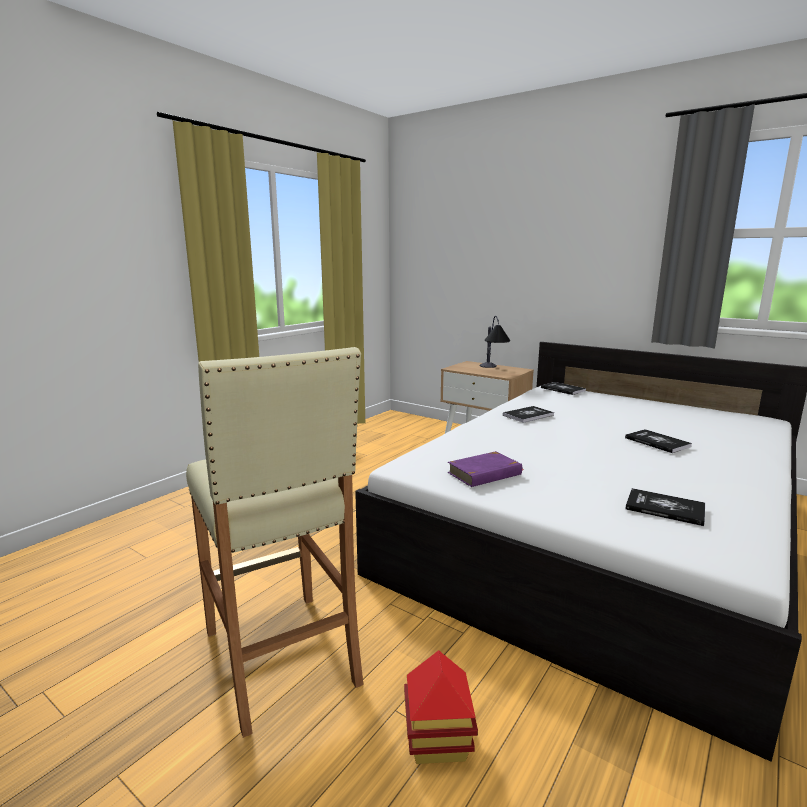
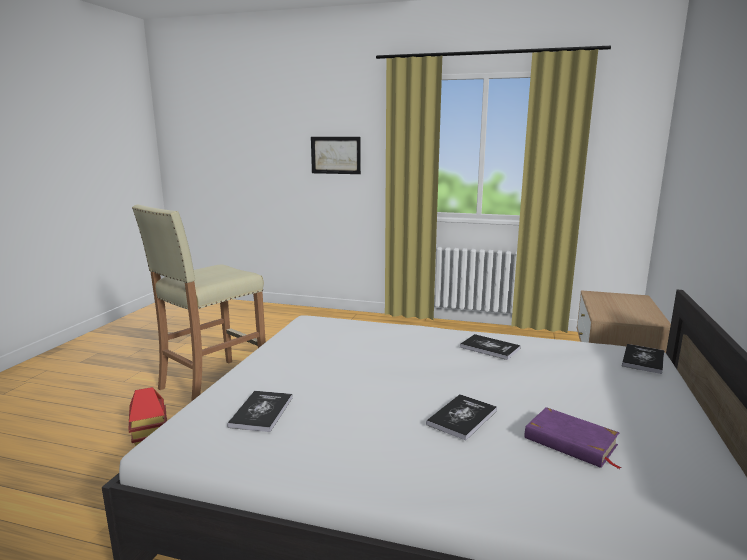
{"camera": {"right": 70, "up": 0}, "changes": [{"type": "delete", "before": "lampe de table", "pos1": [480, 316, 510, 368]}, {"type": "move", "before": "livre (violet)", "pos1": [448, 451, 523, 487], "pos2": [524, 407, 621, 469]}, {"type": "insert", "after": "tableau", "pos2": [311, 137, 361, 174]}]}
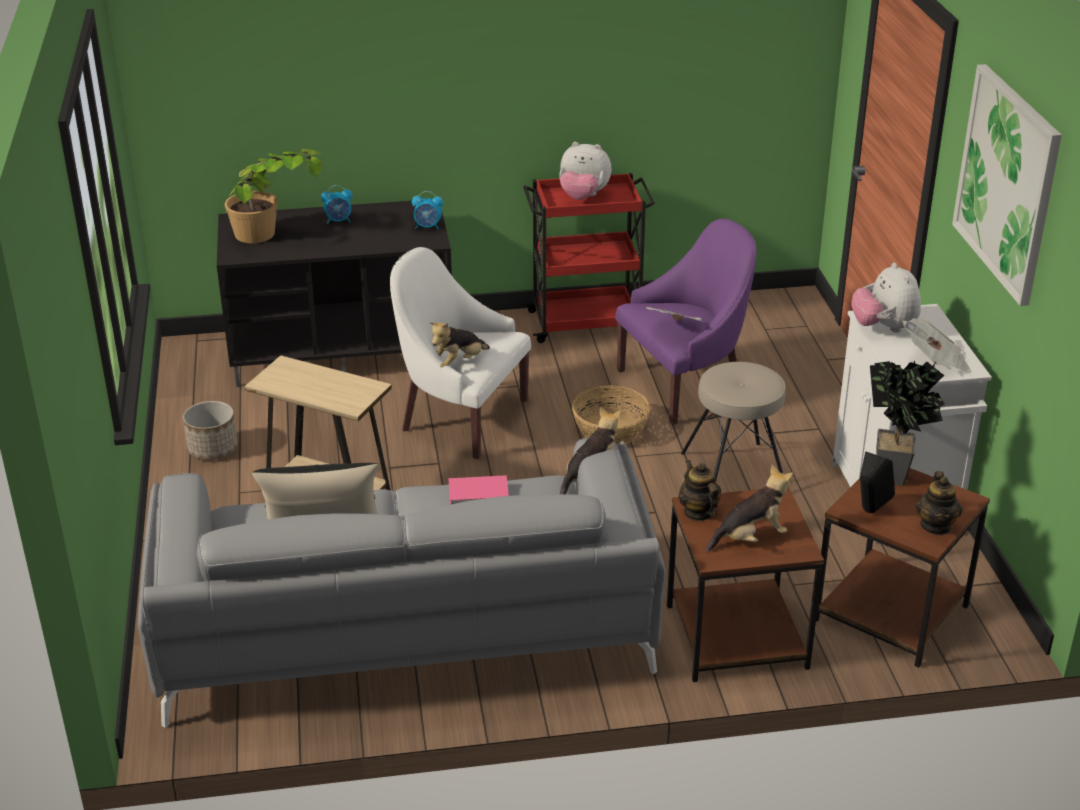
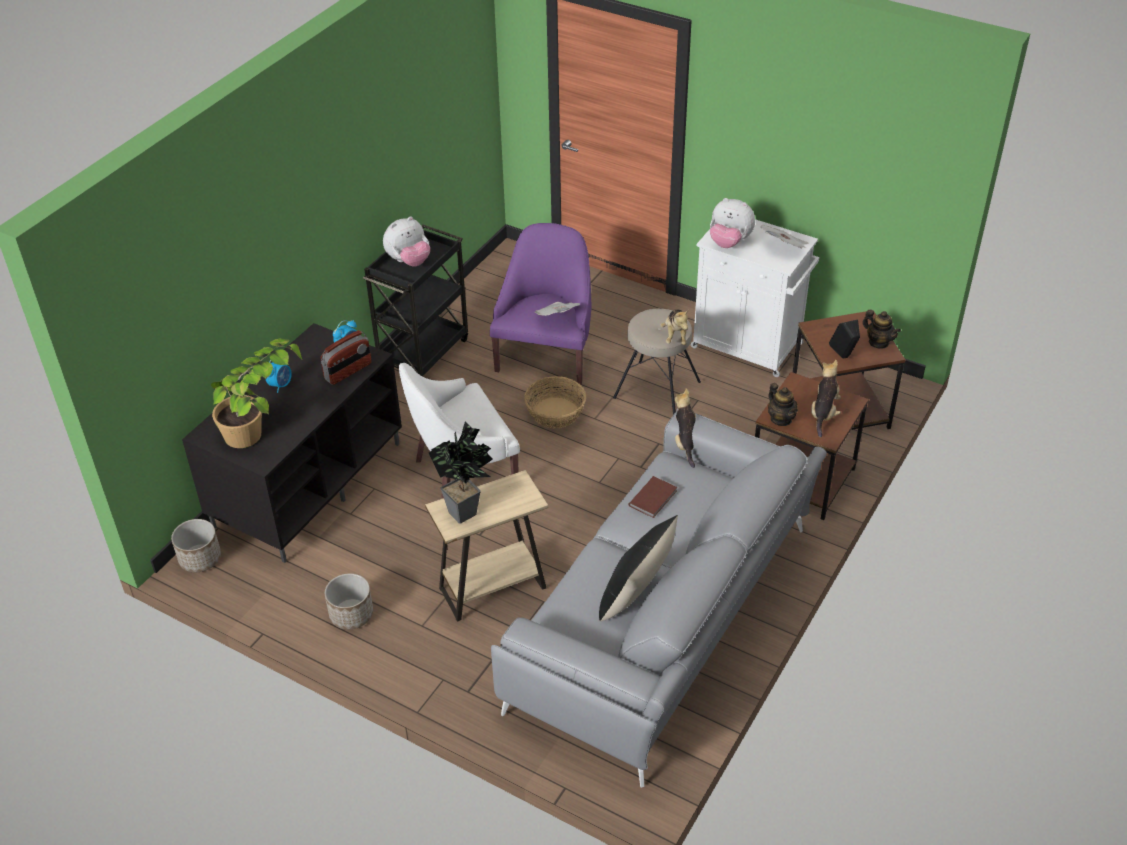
{"camera": {"right": -50, "up": 10}, "changes": [{"type": "delete", "before": "tableau", "pos1": [952, 64, 1062, 306]}, {"type": "recolor", "before": "chariot (rouge)", "after": "chariot (noir)", "pos1": [523, 173, 655, 343], "pos2": [363, 225, 468, 377]}, {"type": "move", "before": "peluche", "pos1": [429, 322, 490, 368], "pos2": [660, 309, 689, 345]}, {"type": "move", "before": "plante en pot", "pos1": [870, 360, 945, 486], "pos2": [429, 421, 493, 524]}, {"type": "rotate", "before": "théière", "pos1": [678, 460, 721, 521], "pos2": [768, 383, 798, 426], "turn": -135}, {"type": "recolor", "before": "livre (rose)", "after": "livre (marron)", "pos1": [448, 475, 509, 504], "pos2": [629, 476, 677, 518]}, {"type": "insert", "after": "radio", "pos2": [321, 330, 371, 385]}, {"type": "insert", "after": "cache-pot", "pos2": [171, 519, 221, 572]}]}
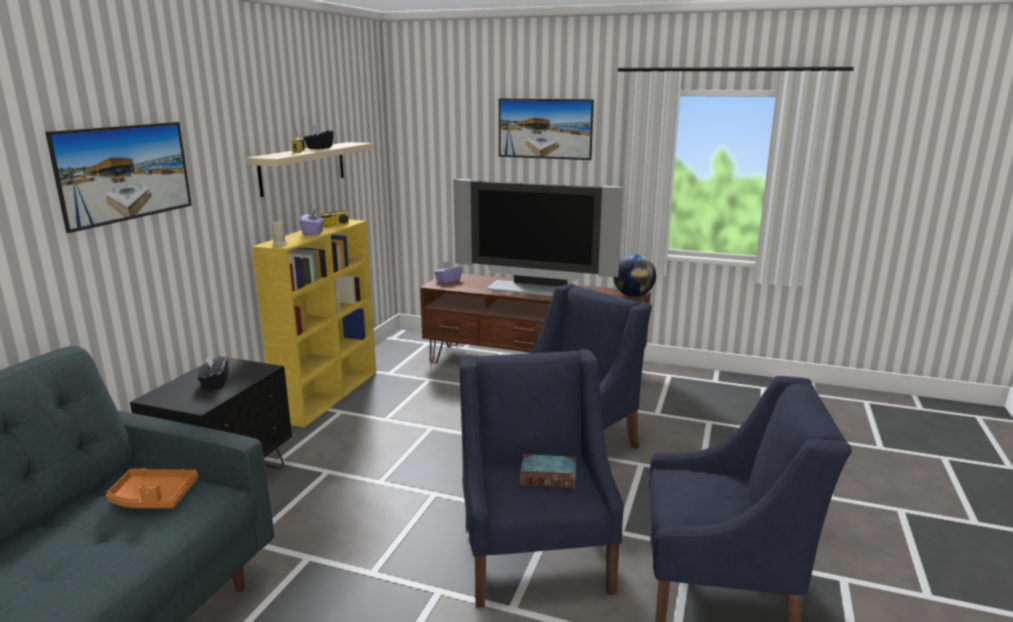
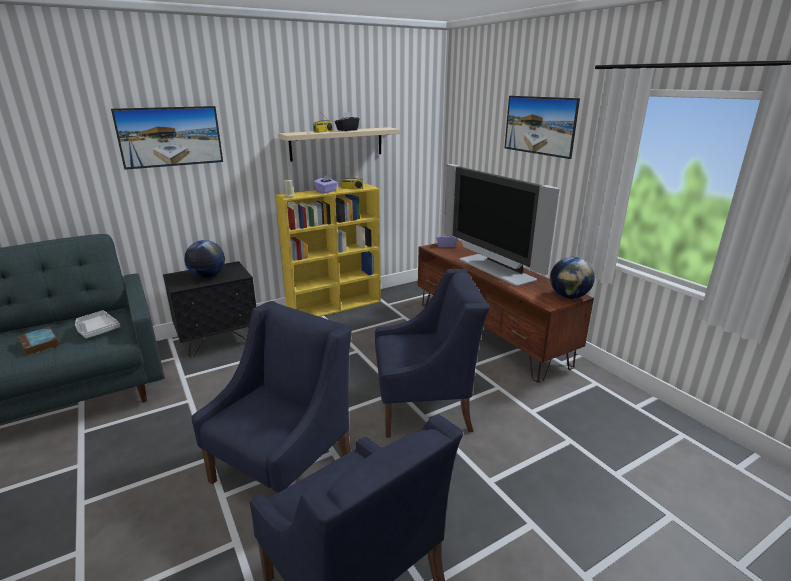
{"camera": {"right": 40, "up": 5}, "changes": [{"type": "replace", "before": "boîte à mouchoirs (noir)", "after": "globe", "pos1": [198, 354, 228, 390], "pos2": [184, 240, 225, 278]}, {"type": "move", "before": "livre", "pos1": [520, 454, 576, 489], "pos2": [18, 327, 59, 356]}, {"type": "recolor", "before": "plateau (orange)", "after": "plateau (gris)", "pos1": [106, 468, 198, 508], "pos2": [75, 310, 120, 338]}]}
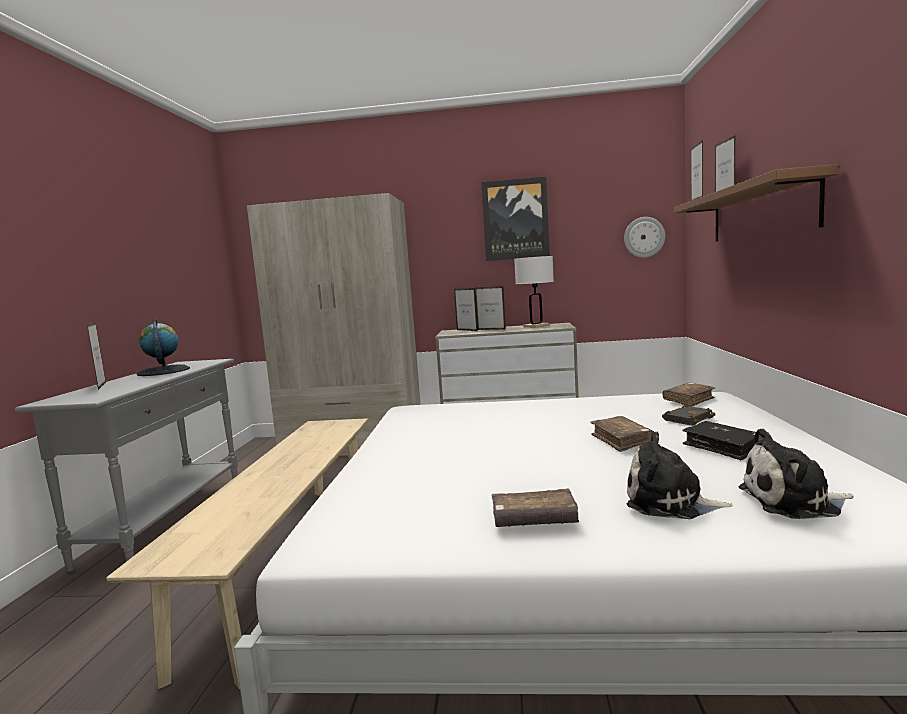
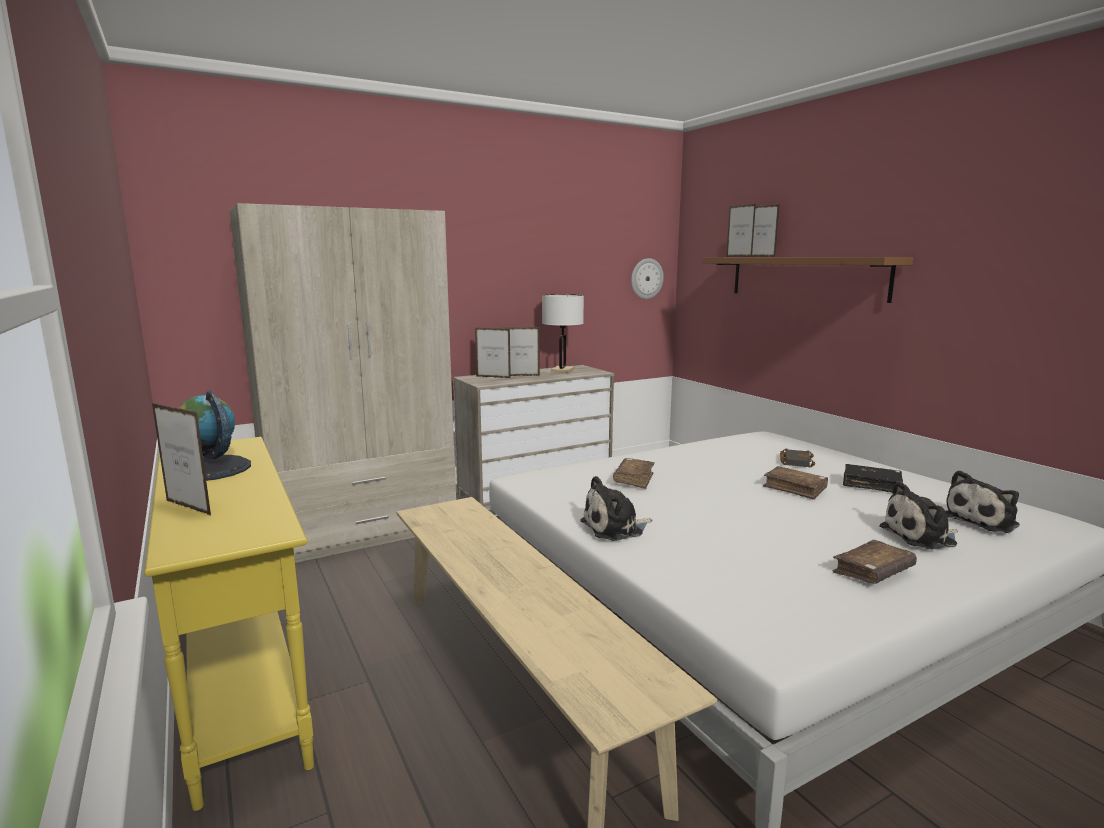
{"camera": {"right": -35, "up": 5}, "changes": [{"type": "delete", "before": "tableau", "pos1": [481, 177, 550, 261]}, {"type": "recolor", "before": "table console (gris)", "after": "table console (jaune)", "pos1": [15, 359, 238, 572], "pos2": [144, 437, 314, 811]}, {"type": "move", "before": "livre (marron)", "pos1": [662, 383, 715, 407], "pos2": [613, 458, 655, 489]}, {"type": "insert", "after": "peluche", "pos2": [580, 476, 653, 541]}]}
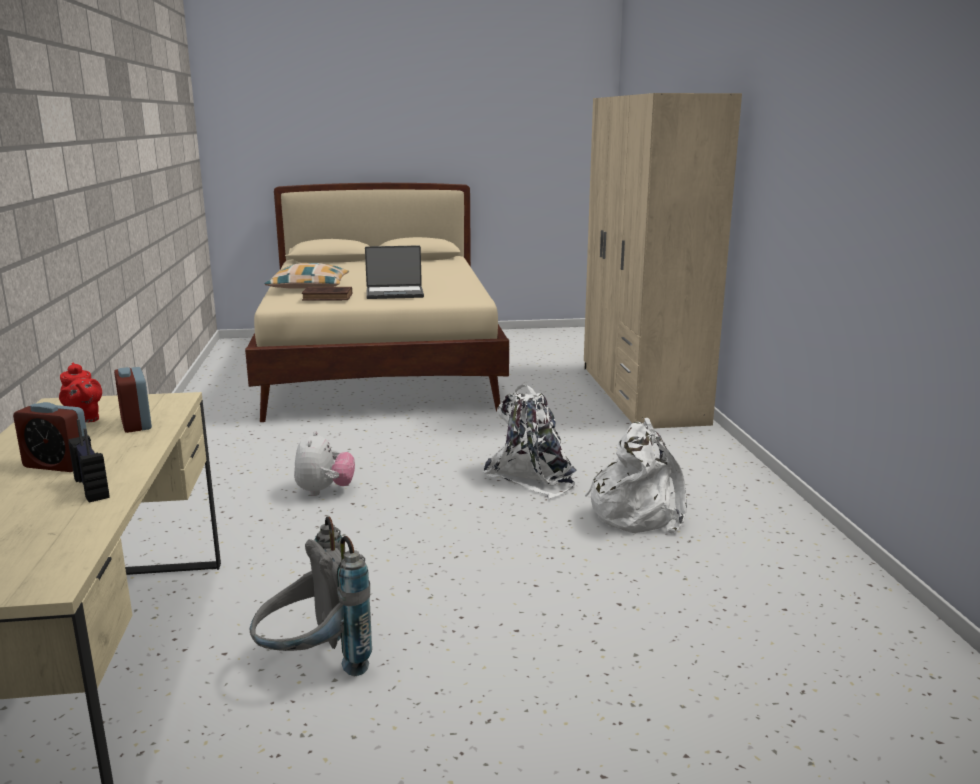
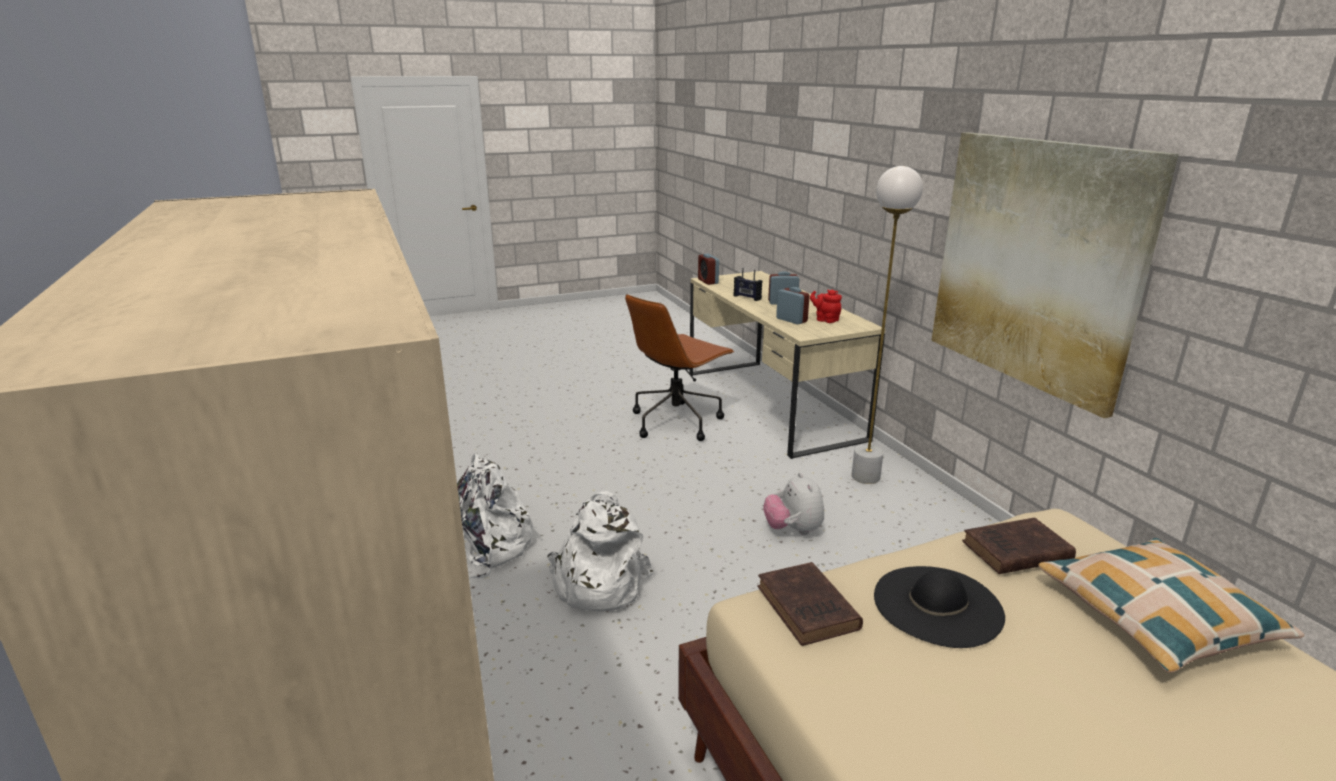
{"camera": {"right": 165, "up": 5}, "changes": [{"type": "replace", "before": "ordinateur portable", "after": "chapeau (noir)", "pos1": [365, 245, 424, 299], "pos2": [874, 566, 1005, 648]}, {"type": "replace", "before": "sac à dos (gris)", "after": "chaise de bureau (marron)", "pos1": [250, 516, 372, 676], "pos2": [625, 294, 735, 441]}, {"type": "insert", "after": "tableau", "pos2": [931, 132, 1179, 418]}, {"type": "insert", "after": "lampadaire (blanc)", "pos2": [852, 166, 923, 484]}, {"type": "insert", "after": "réveil", "pos2": [698, 254, 719, 285]}, {"type": "insert", "after": "livre (marron)", "pos2": [757, 562, 863, 646]}]}
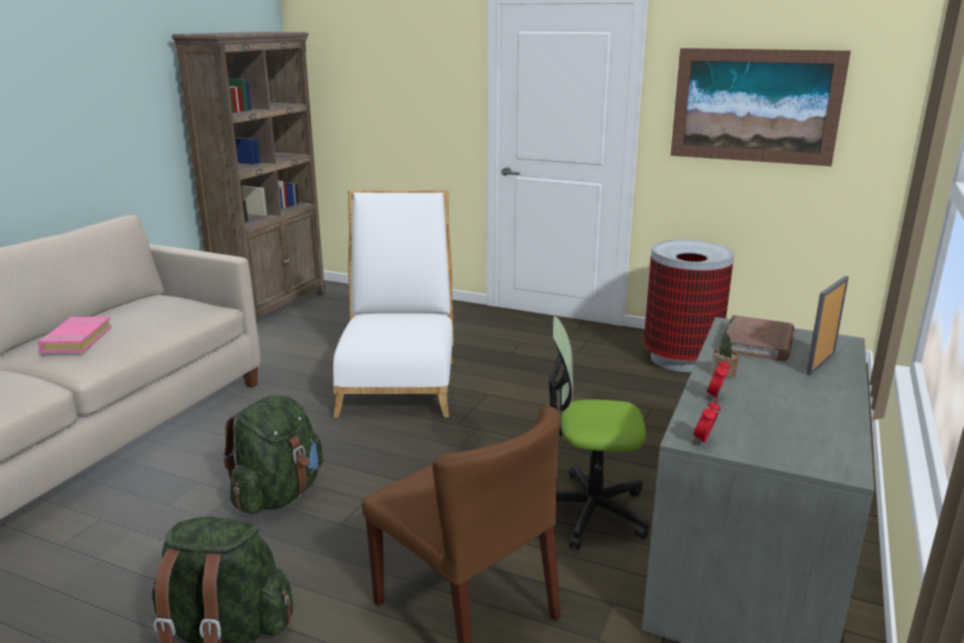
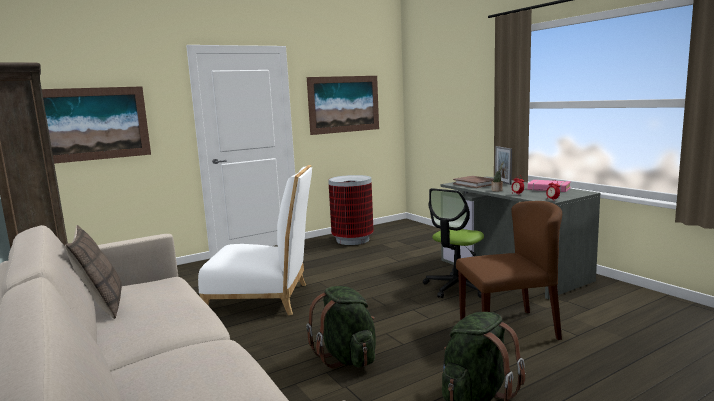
{"camera": {"right": -55, "up": -10}, "changes": [{"type": "rotate", "before": "chaise (blanc)", "pos1": [333, 190, 454, 417], "pos2": [198, 165, 312, 315], "turn": 150}, {"type": "move", "before": "livre (rose)", "pos1": [38, 317, 112, 353], "pos2": [528, 180, 571, 192]}, {"type": "insert", "after": "tableau", "pos2": [42, 86, 151, 164]}, {"type": "insert", "after": "coussin", "pos2": [65, 225, 122, 319]}]}
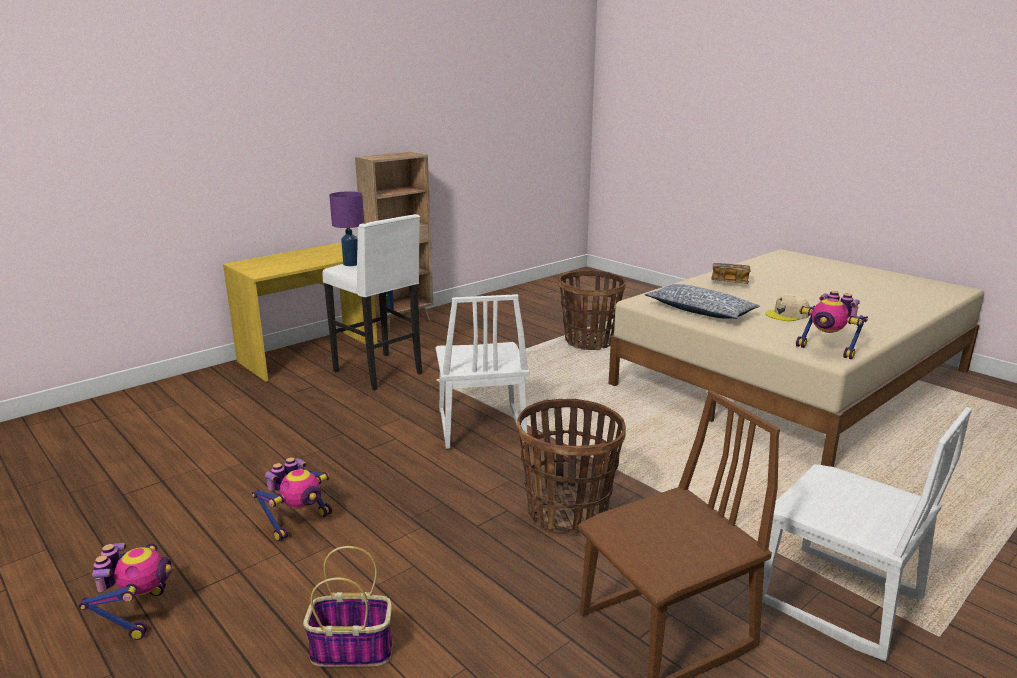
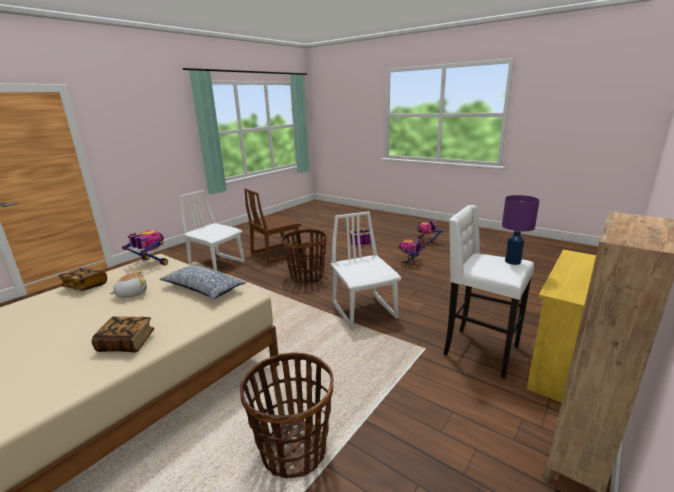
{"camera": {"right": 170, "up": 0}, "changes": [{"type": "replace", "before": "casquette (beige)", "after": "peluche", "pos1": [766, 294, 809, 321], "pos2": [109, 270, 147, 298]}, {"type": "insert", "after": "livre", "pos2": [58, 268, 107, 291]}]}
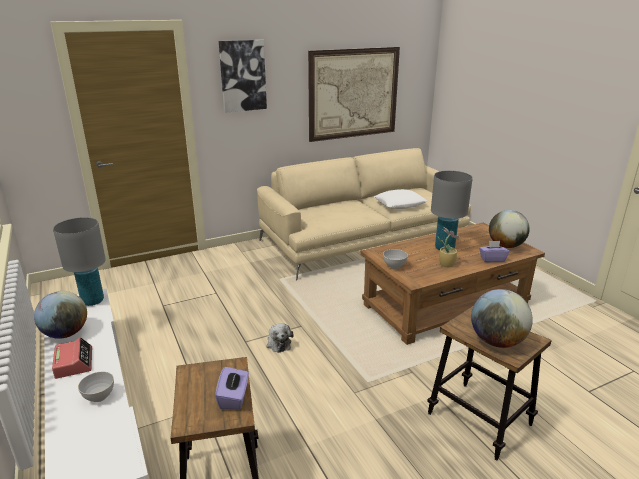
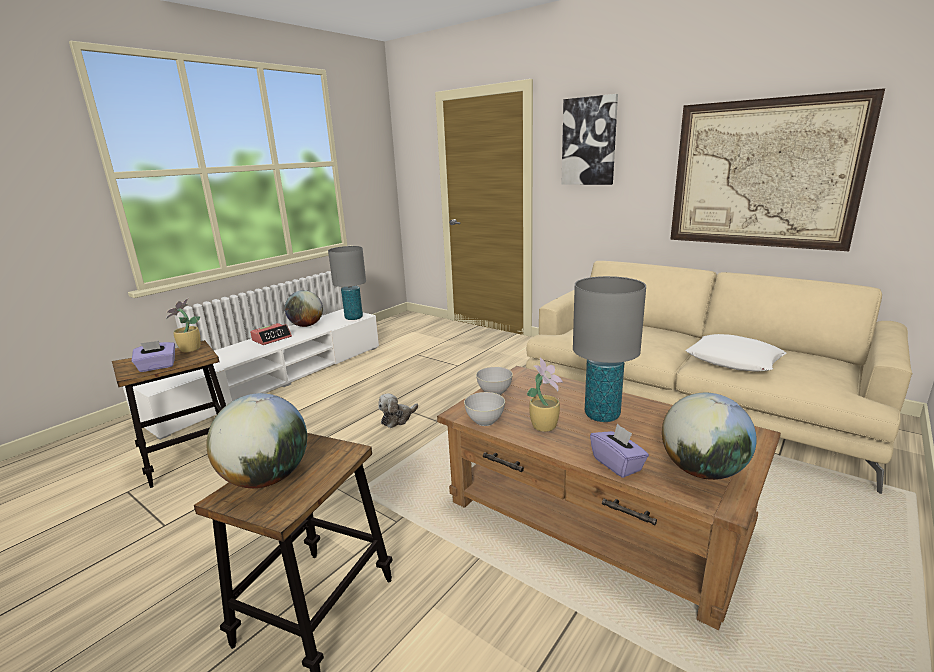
{"camera": {"right": 65, "up": -5}, "changes": [{"type": "move", "before": "bol (gris)", "pos1": [78, 371, 114, 402], "pos2": [464, 392, 505, 426]}, {"type": "insert", "after": "plante en pot", "pos2": [166, 298, 201, 352]}]}
